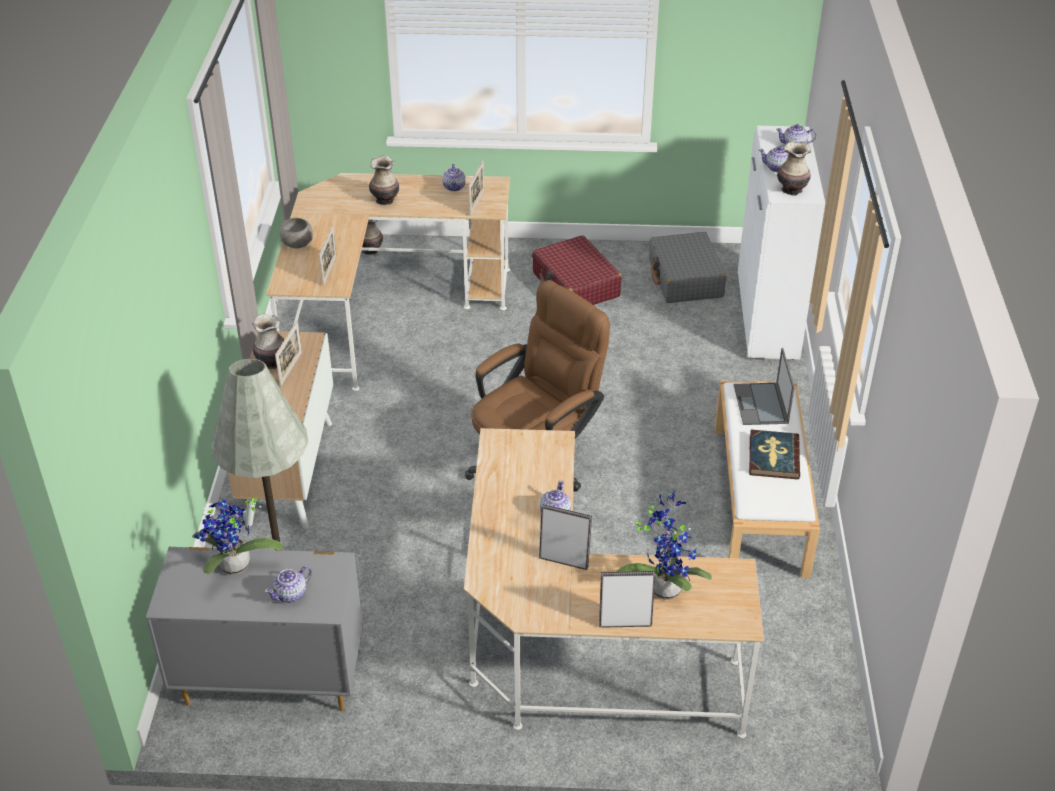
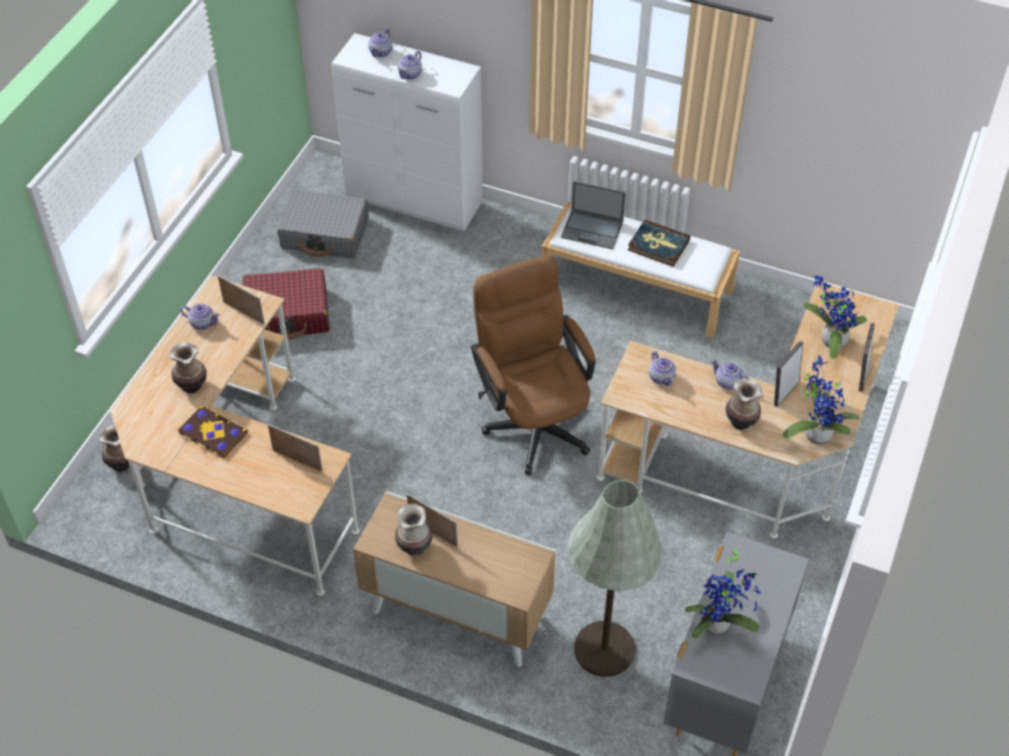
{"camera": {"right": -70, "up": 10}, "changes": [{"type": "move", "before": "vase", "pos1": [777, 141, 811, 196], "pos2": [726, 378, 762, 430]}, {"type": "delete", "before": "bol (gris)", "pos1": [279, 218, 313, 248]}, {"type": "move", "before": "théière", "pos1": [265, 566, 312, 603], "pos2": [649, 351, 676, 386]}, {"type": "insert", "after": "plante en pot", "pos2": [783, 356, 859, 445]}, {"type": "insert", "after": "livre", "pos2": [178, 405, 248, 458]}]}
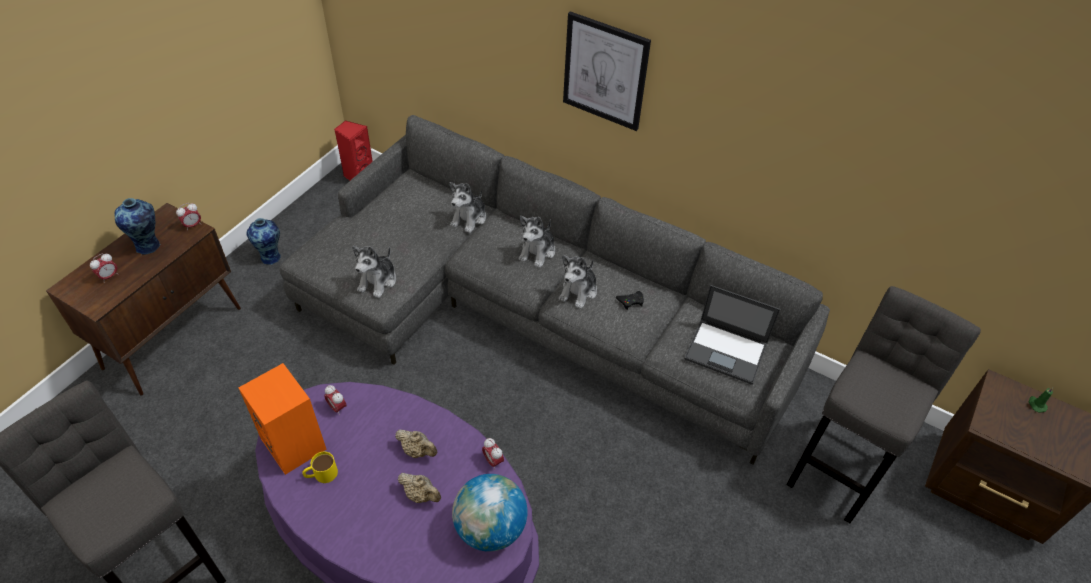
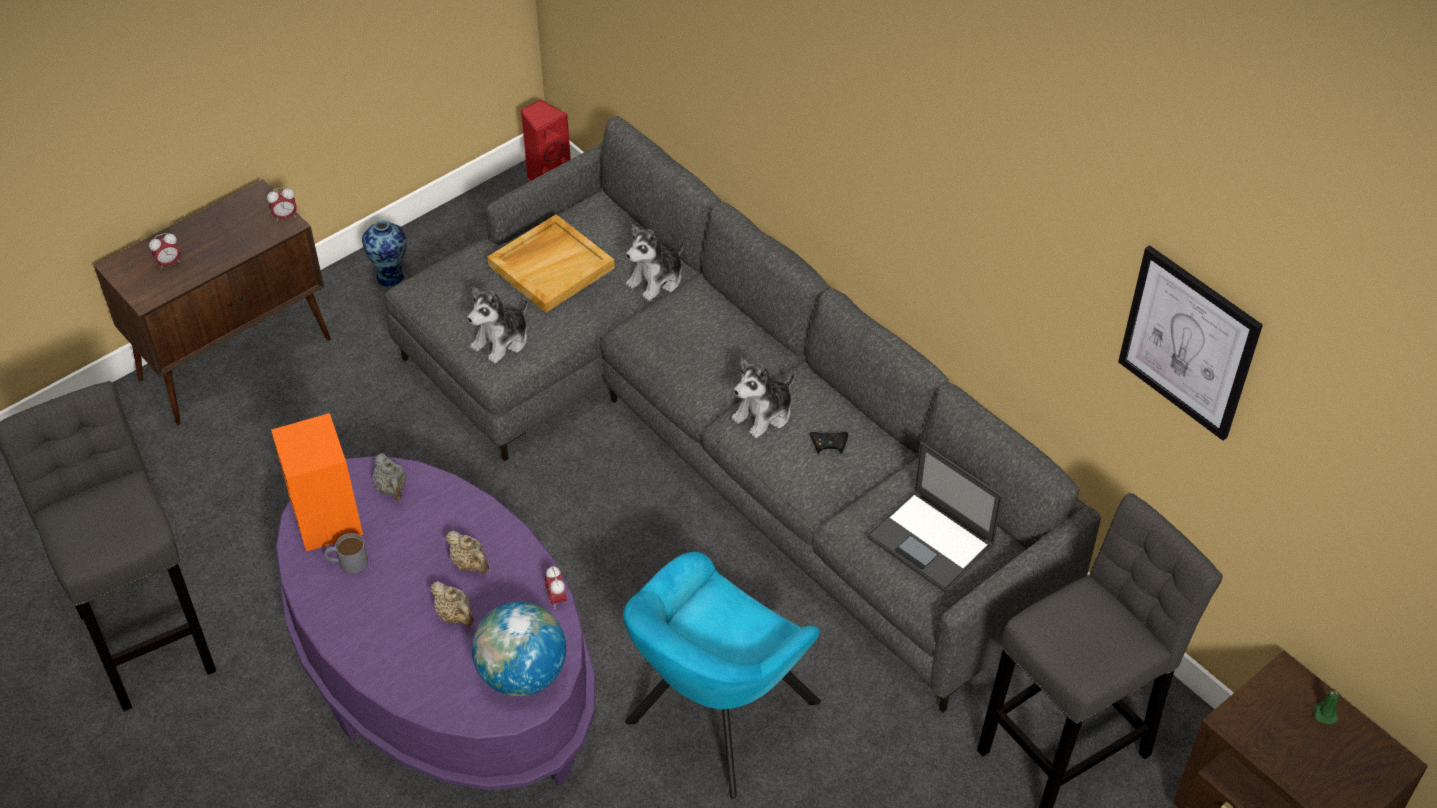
{"camera": {"right": 20, "up": 0}, "changes": [{"type": "move", "before": "tableau", "pos1": [563, 11, 651, 131], "pos2": [1118, 245, 1263, 441]}, {"type": "delete", "before": "vase", "pos1": [115, 198, 161, 255]}, {"type": "delete", "before": "peluche", "pos1": [519, 216, 555, 268]}, {"type": "replace", "before": "réveil", "after": "théière (gris)", "pos1": [324, 385, 346, 415], "pos2": [373, 453, 407, 500]}, {"type": "recolor", "before": "mug (jaune)", "after": "mug (gris)", "pos1": [302, 451, 338, 483], "pos2": [324, 533, 368, 573]}, {"type": "insert", "after": "plateau (beige)", "pos2": [487, 214, 615, 313]}, {"type": "insert", "after": "fauteuil (turquoise)", "pos2": [623, 552, 821, 799]}]}
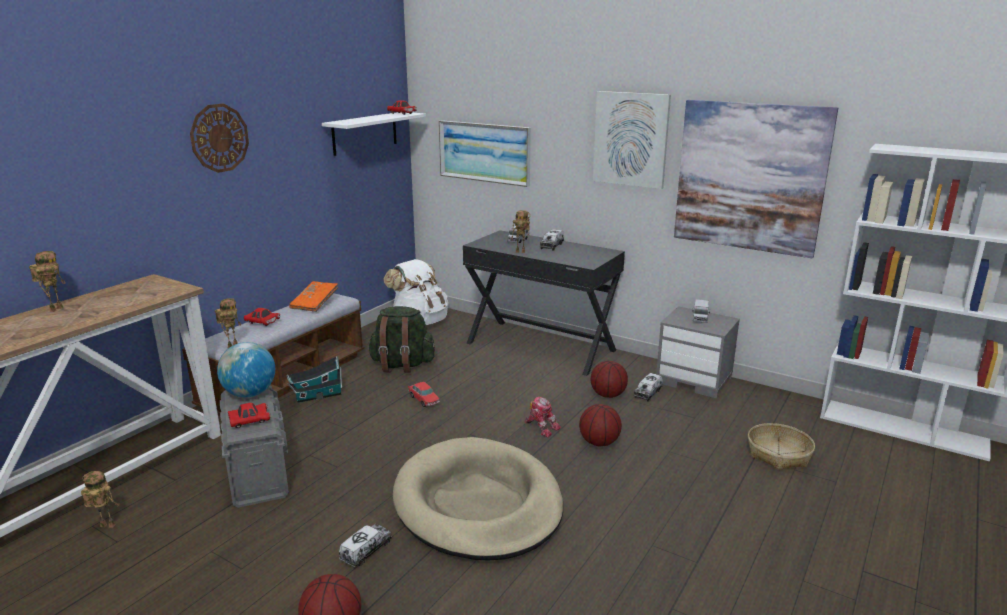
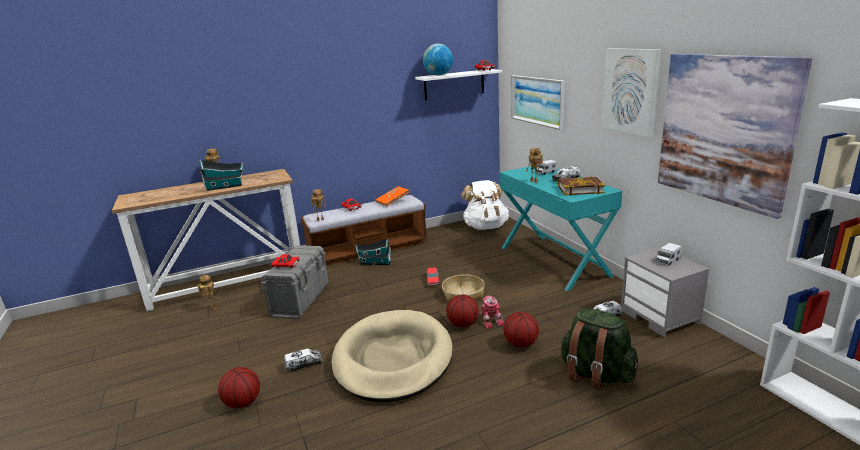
{"camera": {"right": 35, "up": 0}, "changes": [{"type": "delete", "before": "horloge murale", "pos1": [190, 104, 249, 173]}, {"type": "recolor", "before": "bureau (noir)", "after": "bureau (turquoise)", "pos1": [463, 230, 625, 376], "pos2": [500, 166, 622, 291]}, {"type": "move", "before": "sac à dos (vert)", "pos1": [367, 306, 435, 373], "pos2": [561, 309, 638, 391]}, {"type": "move", "before": "globe", "pos1": [217, 342, 275, 397], "pos2": [423, 44, 453, 76]}, {"type": "move", "before": "ballon de basket", "pos1": [591, 361, 628, 398], "pos2": [446, 294, 479, 327]}, {"type": "move", "before": "panier", "pos1": [748, 423, 815, 470], "pos2": [442, 275, 485, 302]}, {"type": "insert", "after": "maison miniature", "pos2": [199, 159, 244, 191]}, {"type": "insert", "after": "livre", "pos2": [558, 177, 605, 195]}]}
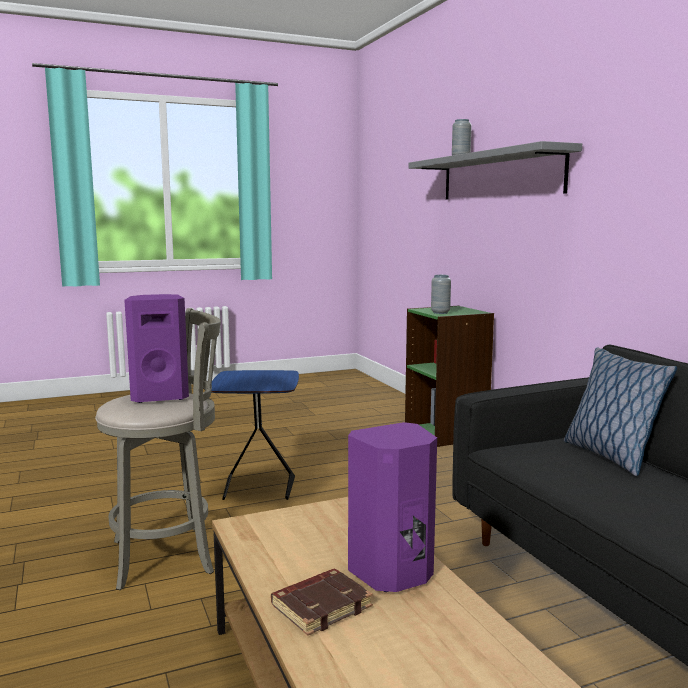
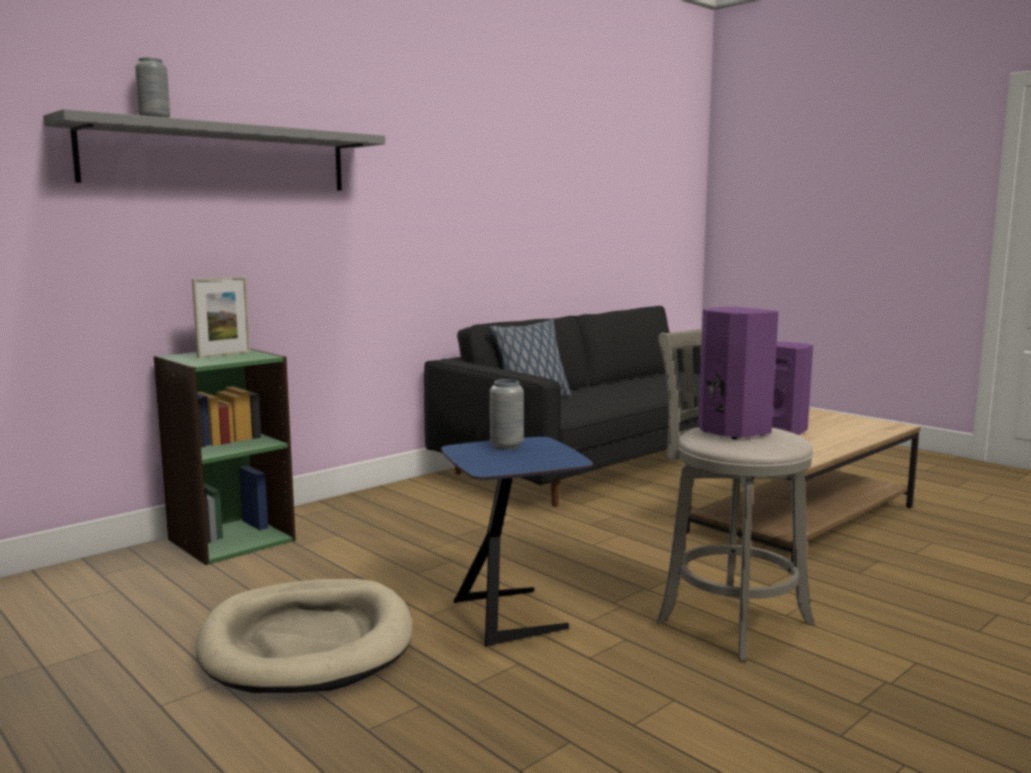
{"camera": {"right": -110, "up": 0}, "changes": [{"type": "move", "before": "vase (gris)", "pos1": [431, 275, 451, 314], "pos2": [490, 379, 524, 450]}, {"type": "delete", "before": "livre (marron)", "pos1": [271, 569, 373, 636]}, {"type": "insert", "after": "cadre photo", "pos2": [192, 276, 251, 358]}, {"type": "insert", "after": "panier pour chien (beige)", "pos2": [196, 579, 413, 693]}]}
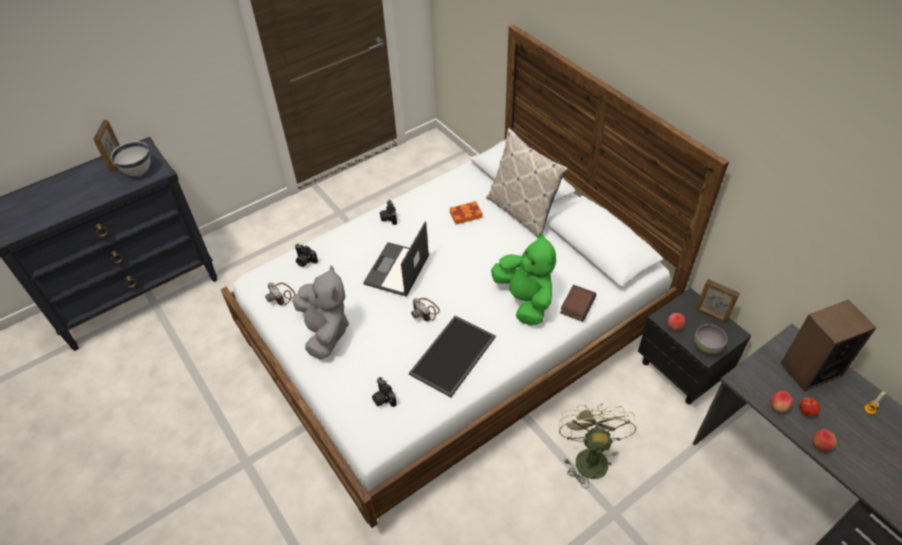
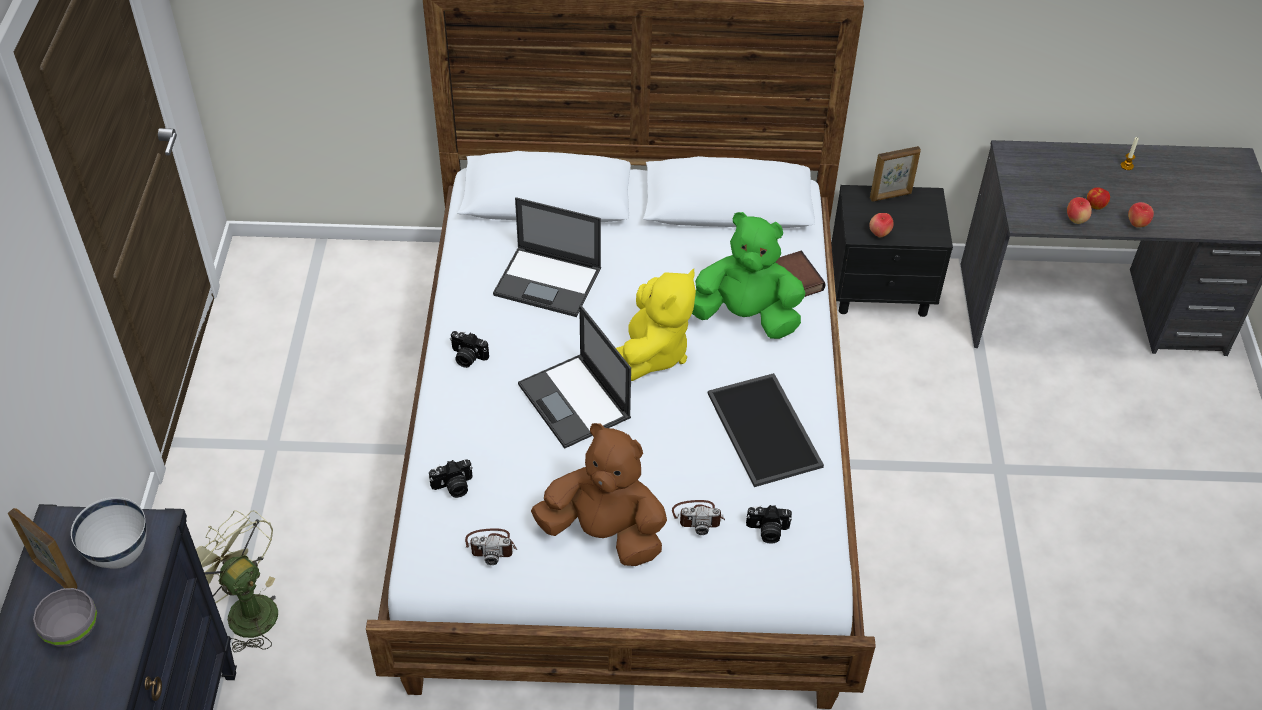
{"camera": {"right": -55, "up": 0}, "changes": [{"type": "delete", "before": "coussin", "pos1": [486, 128, 568, 238]}, {"type": "replace", "before": "livre (orange)", "after": "ordinateur portable", "pos1": [449, 201, 482, 225], "pos2": [493, 197, 601, 317]}, {"type": "recolor", "before": "peluche (gris)", "after": "peluche (marron)", "pos1": [293, 266, 349, 359], "pos2": [531, 423, 667, 566]}, {"type": "move", "before": "appareil photo", "pos1": [411, 298, 440, 321], "pos2": [672, 500, 725, 535]}, {"type": "delete", "before": "enceinte", "pos1": [780, 300, 877, 391]}, {"type": "move", "before": "bol (gris)", "pos1": [694, 324, 727, 354], "pos2": [33, 588, 97, 647]}, {"type": "move", "before": "ventilateur (vert)", "pos1": [559, 403, 636, 489], "pos2": [196, 510, 278, 652]}, {"type": "insert", "after": "peluche (jaune)", "pos2": [616, 269, 696, 381]}]}
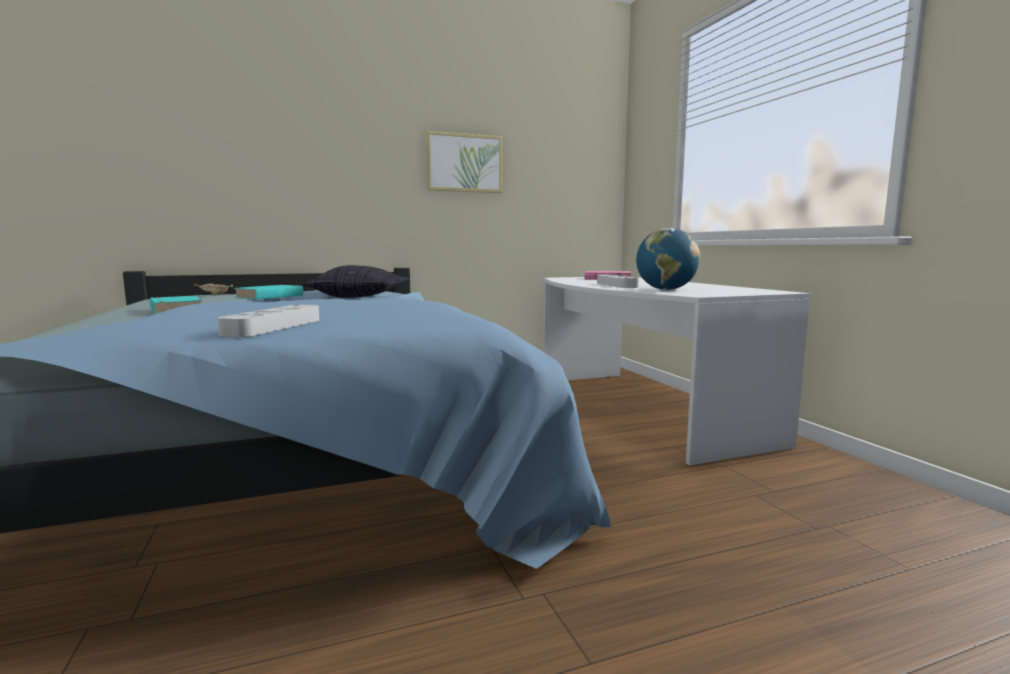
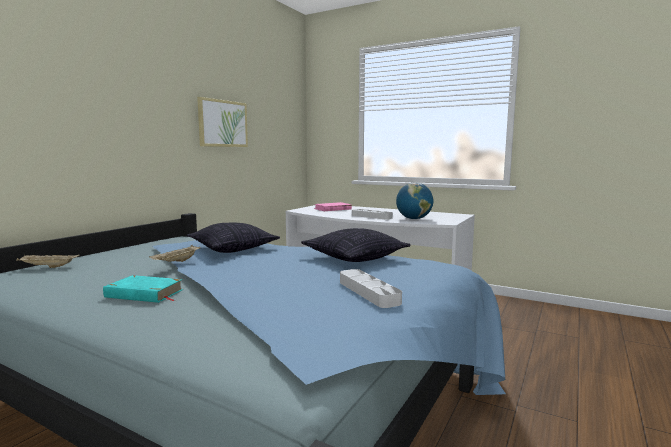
{"camera": {"right": -40, "up": 0}, "changes": [{"type": "replace", "before": "livre (turquoise)", "after": "plateau (beige)", "pos1": [234, 285, 307, 300], "pos2": [149, 245, 201, 262]}, {"type": "insert", "after": "coussin", "pos2": [301, 228, 411, 262]}]}
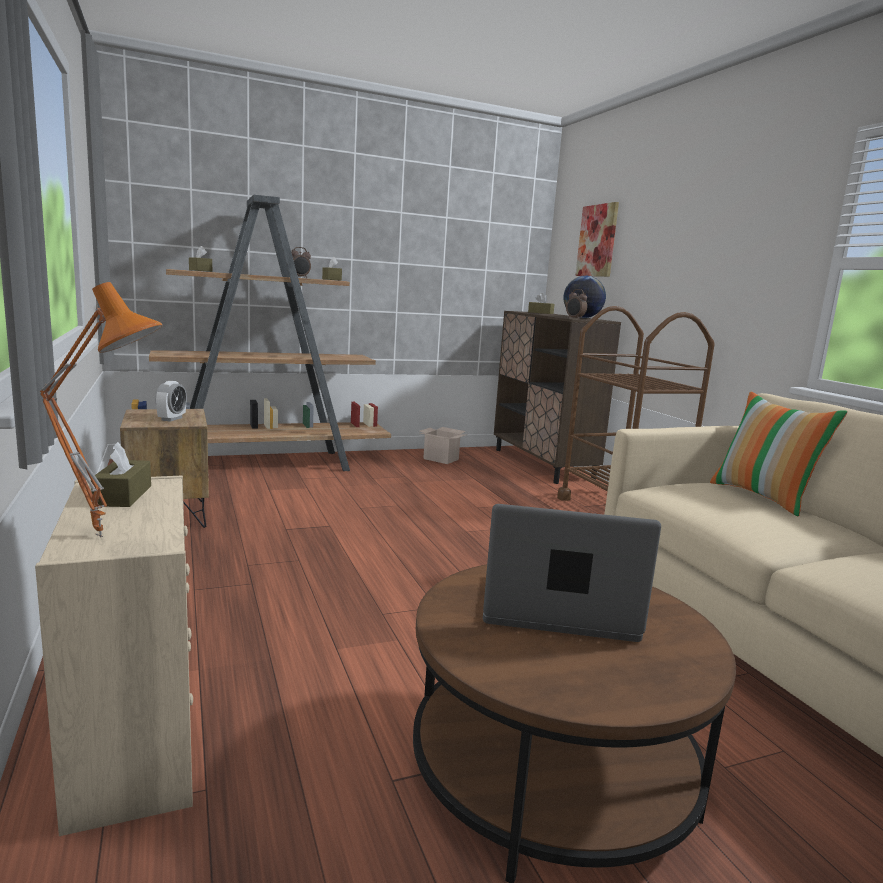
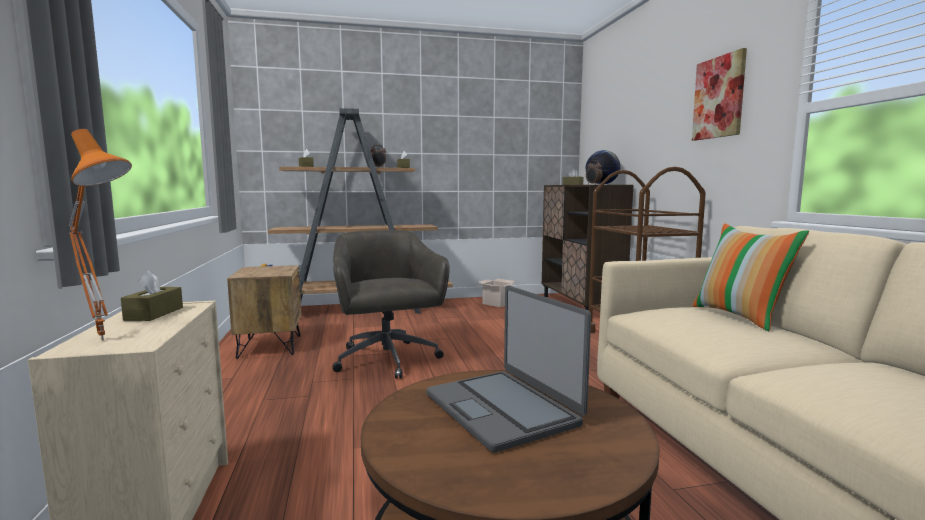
{"camera": {"right": 10, "up": -5}, "changes": [{"type": "move", "before": "tableau", "pos1": [575, 202, 619, 277], "pos2": [692, 48, 747, 141]}, {"type": "delete", "before": "réveil", "pos1": [155, 381, 187, 422]}, {"type": "rotate", "before": "ordinateur portable", "pos1": [483, 504, 661, 642], "pos2": [427, 285, 591, 453], "turn": -135}, {"type": "insert", "after": "chaise de bureau (gris)", "pos2": [333, 230, 449, 379]}]}
